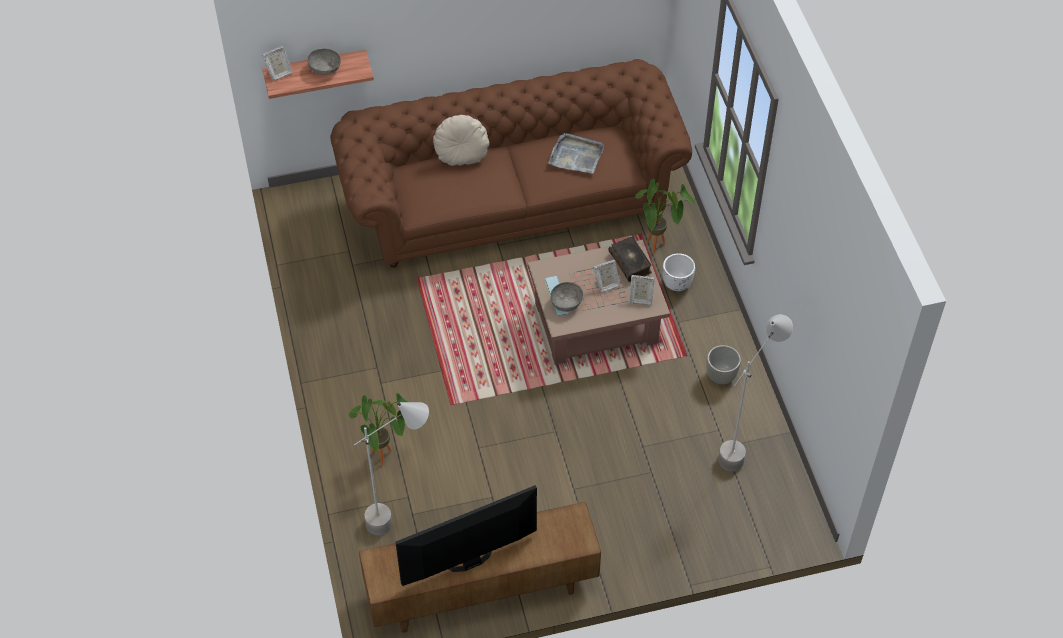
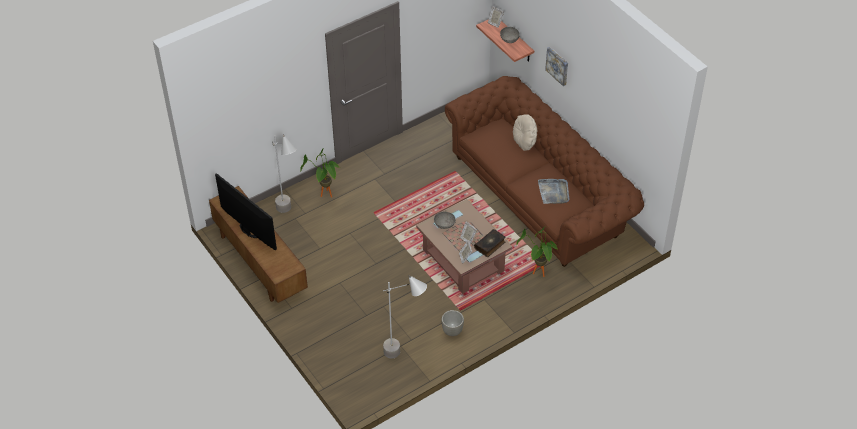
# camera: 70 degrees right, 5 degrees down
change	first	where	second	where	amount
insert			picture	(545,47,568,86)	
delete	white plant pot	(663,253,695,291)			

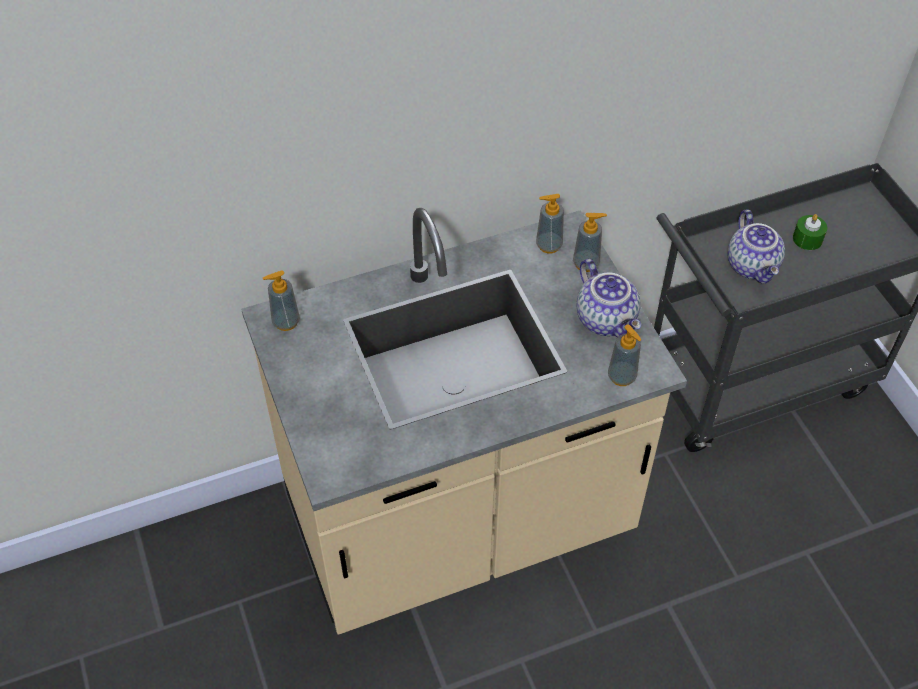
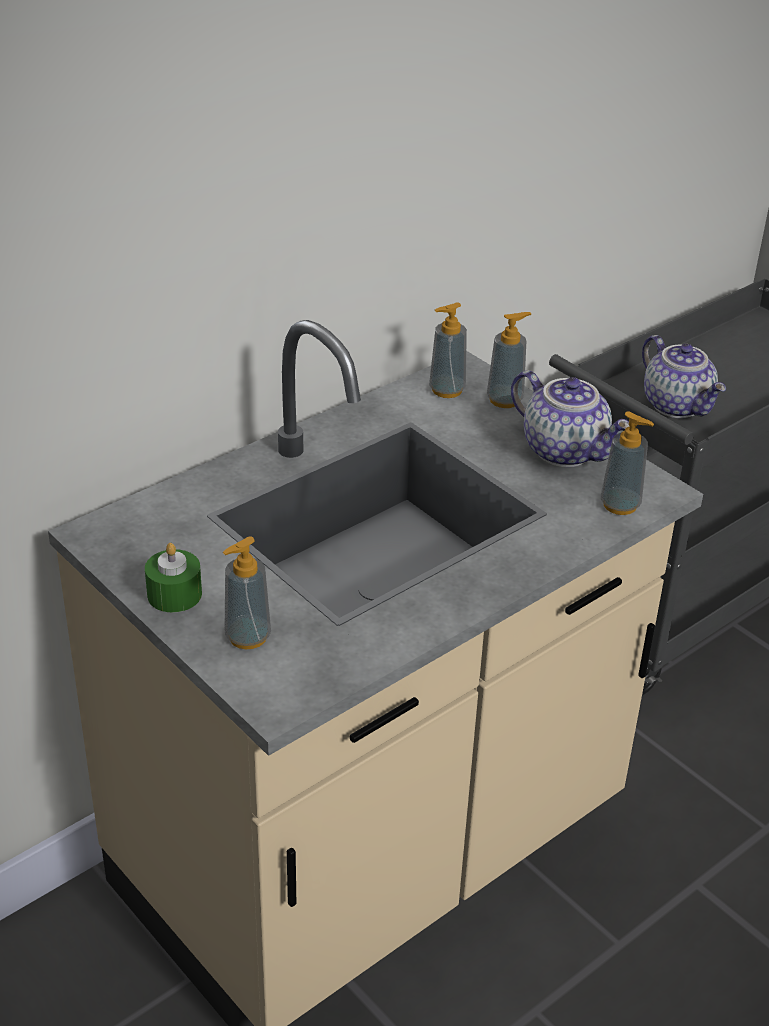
# camera: 20 degrees left, 15 degrees down
change	first	where	second	where	amount
move	greenish wax candle	(793,214,827,250)		(145,543,202,613)	
move	liquid soap bottle	(263,270,300,331)		(223,537,271,649)	

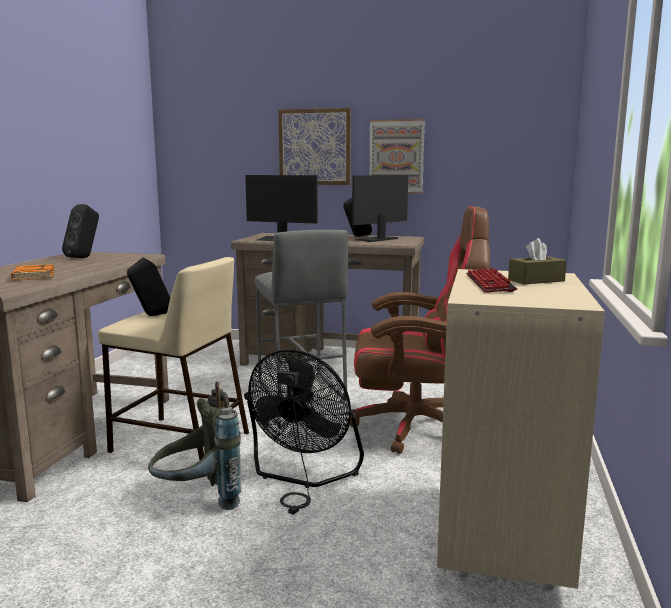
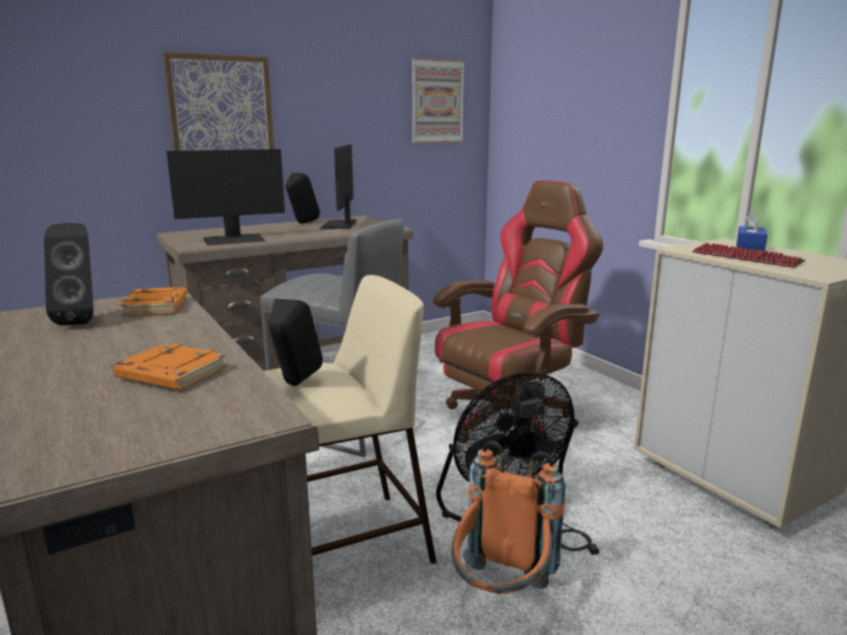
# camera: 45 degrees left, 5 degrees up
change	first	where	second	where	amount
insert			orange book	(120,287,187,315)	
move	picture	(369,119,425,193)		(411,58,465,143)	
recolor	gray rucksack	(148,382,241,510)	orange rucksack	(452,441,565,594)	
recolor	brown tissue box	(508,238,567,284)	blue-coloured tissue box	(736,211,767,252)	

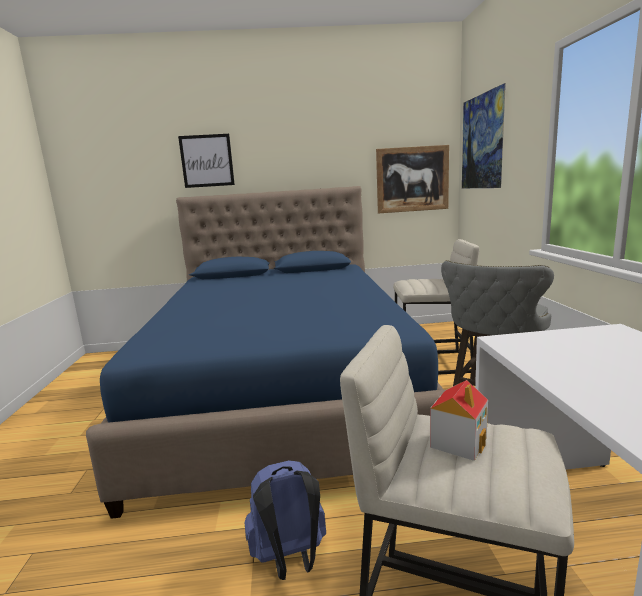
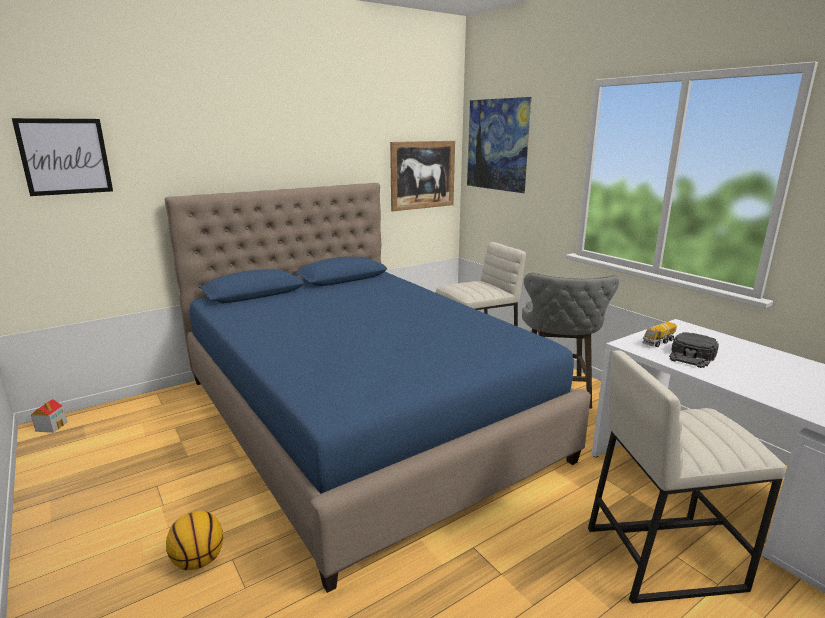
# camera: 30 degrees left, 5 degrees up
change	first	where	second	where	amount
move	picture	(178,134,235,188)		(12,118,113,196)	
move	toy house	(430,380,488,461)		(31,399,67,433)	
insert			basketball	(166,511,223,570)	
insert			toy truck	(642,322,677,347)	
insert			blackish cap	(669,332,719,368)	
delete	blue-coloured rucksack	(245,460,326,580)			

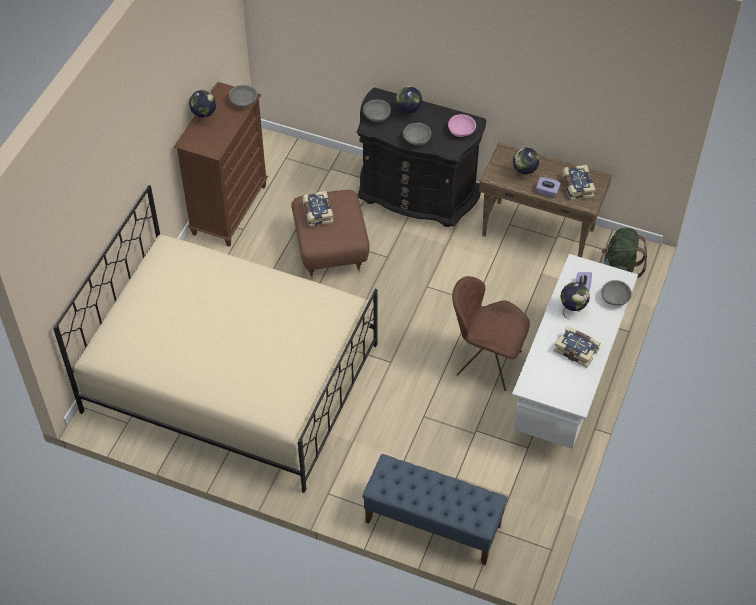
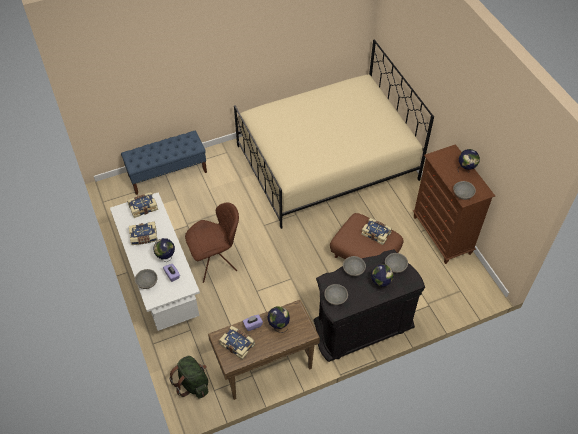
# camera: 135 degrees right, 0 degrees up
change	first	where	second	where	amount
insert			book	(127,192,158,218)	
recolor	pinkish deep dish	(448,114,476,137)	gray deep dish	(324,284,348,305)	

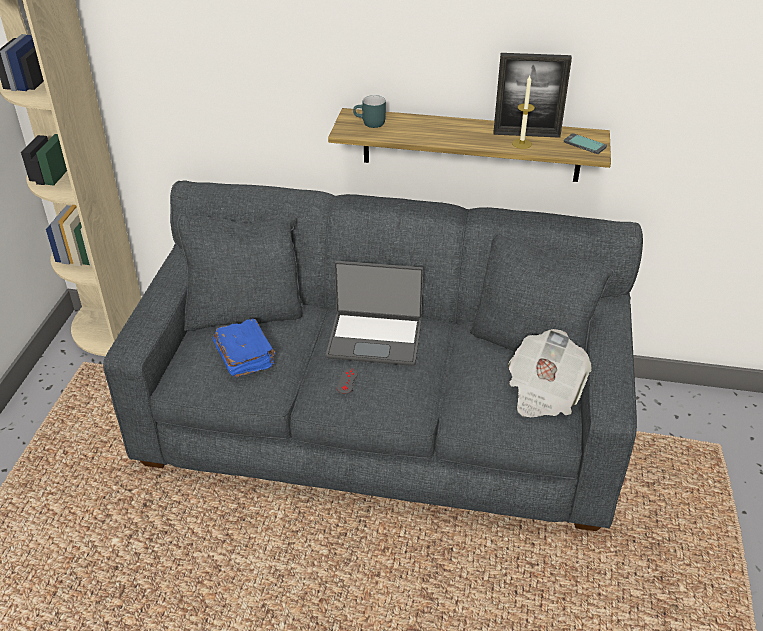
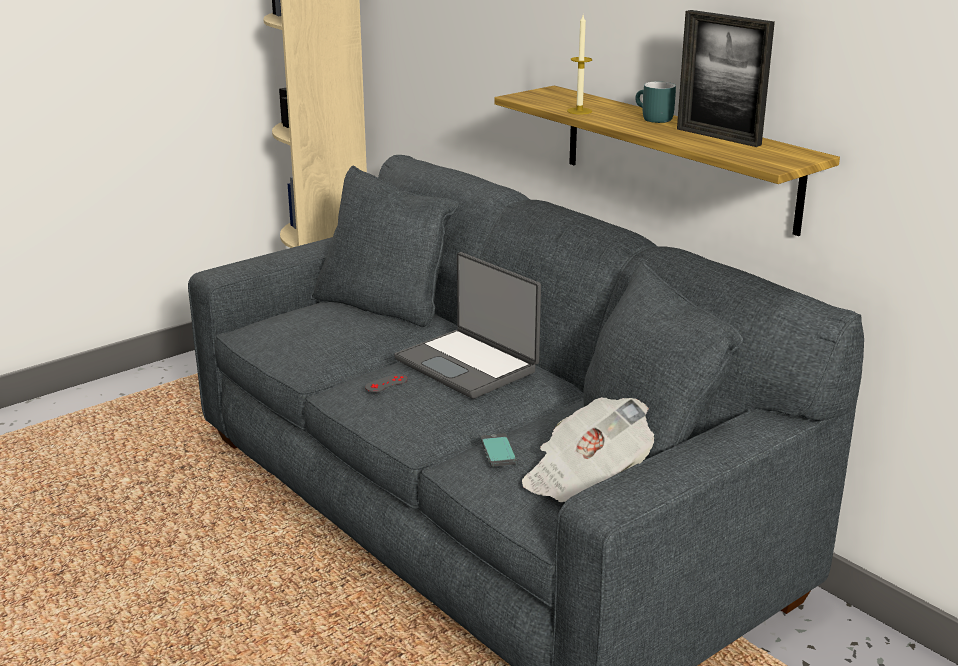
# camera: 40 degrees right, 15 degrees down
change	first	where	second	where	amount
move	phone	(564,133,607,154)		(481,433,517,467)	
move	wax candle	(512,76,535,149)		(567,15,592,114)	
move	blue-green tea mug	(353,95,386,128)		(635,81,676,123)	
delete	blue-coloured book	(213,319,276,377)			

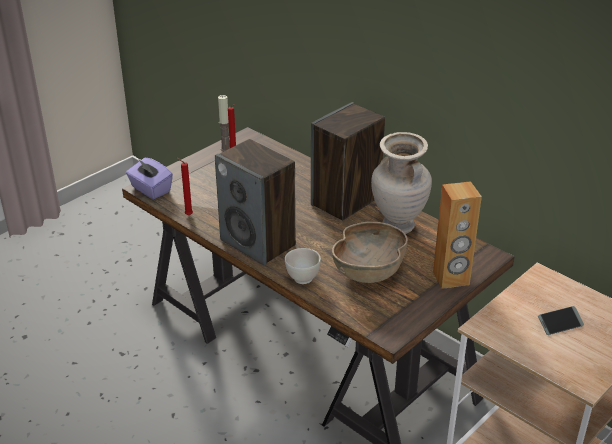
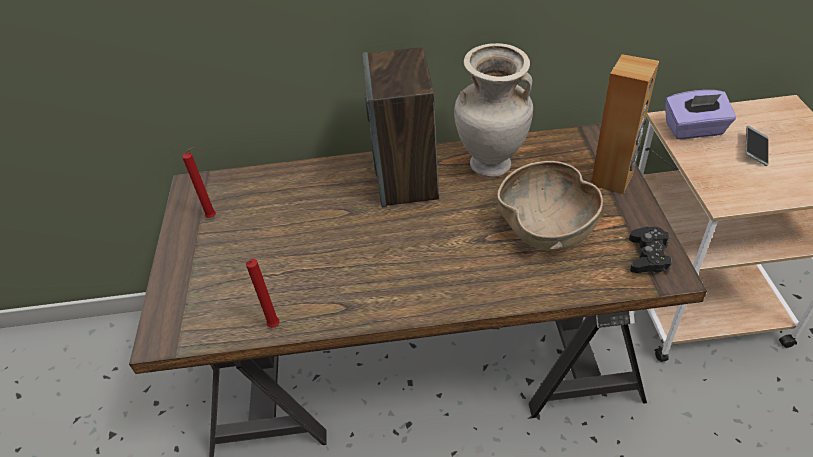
# camera: 45 degrees left, 10 degrees up
change	first	where	second	where	amount
insert			blackish game controller	(629,227,672,273)	
move	purple tissue box	(126,158,173,199)		(665,90,736,139)	
delete	speaker	(215,139,296,266)			
delete	wax candle	(218,95,230,151)			
delete	white deep dish	(285,248,321,284)			

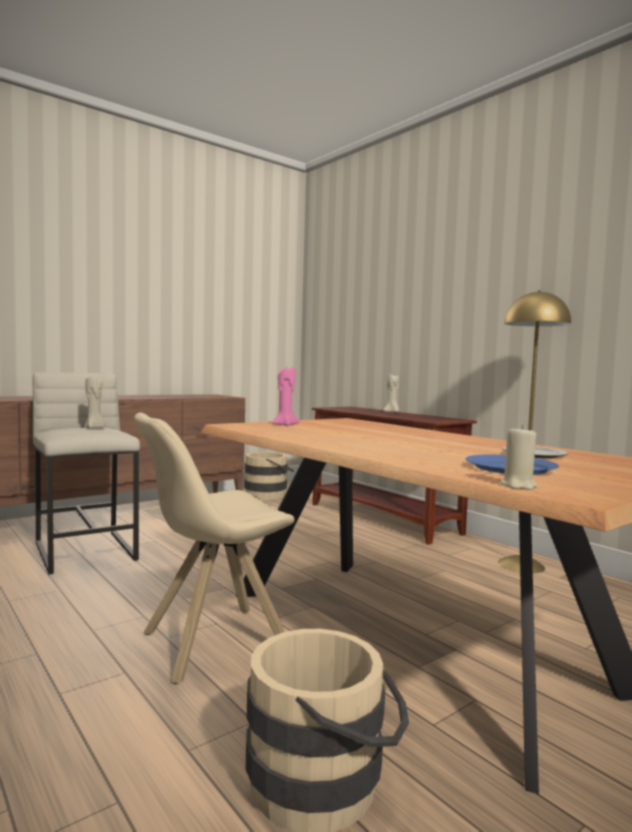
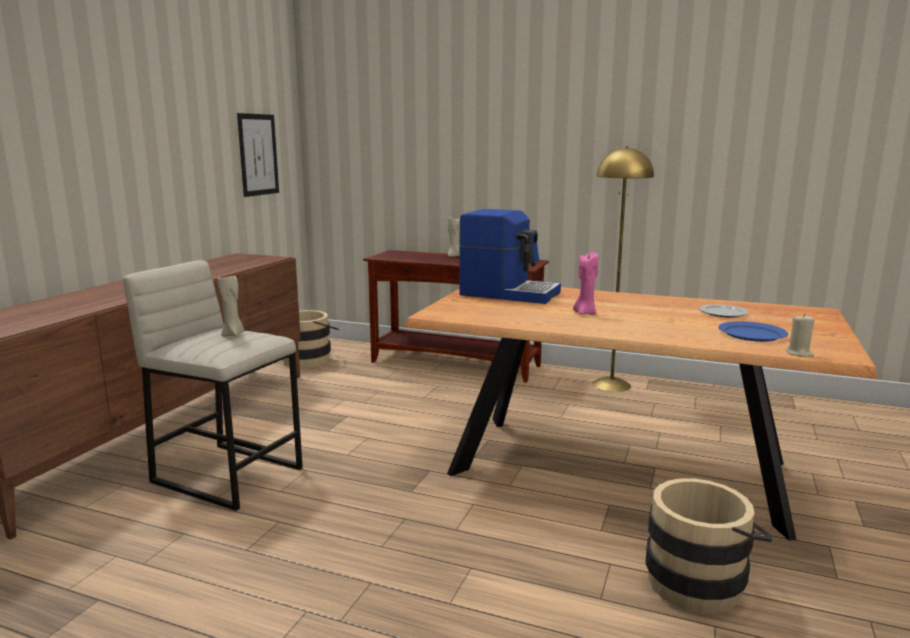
# camera: 30 degrees left, 10 degrees up
change	first	where	second	where	amount
insert			picture	(237,113,279,197)	
insert			coffee maker	(459,209,561,304)	
move	pinkish wax candle	(272,365,299,426)		(573,252,598,315)	
delete	beige chair	(134,413,294,684)			

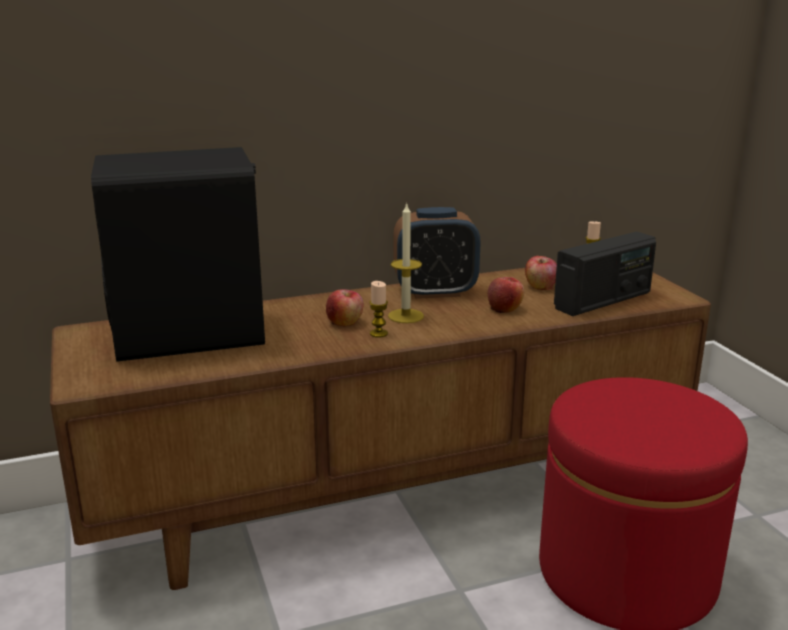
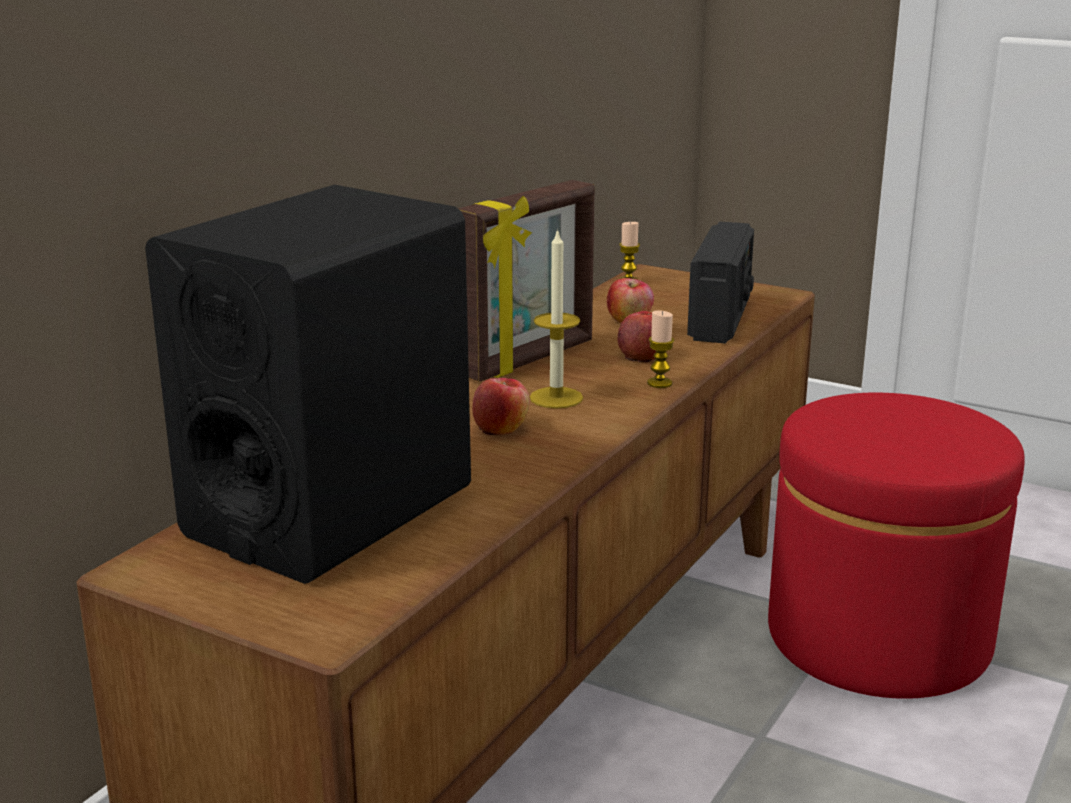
# camera: 40 degrees left, 0 degrees up
change	first	where	second	where	amount
replace	bedside clock	(393,207,481,299)	picture frame	(458,180,595,382)	
move	wax candle	(369,281,388,338)		(647,310,674,388)	

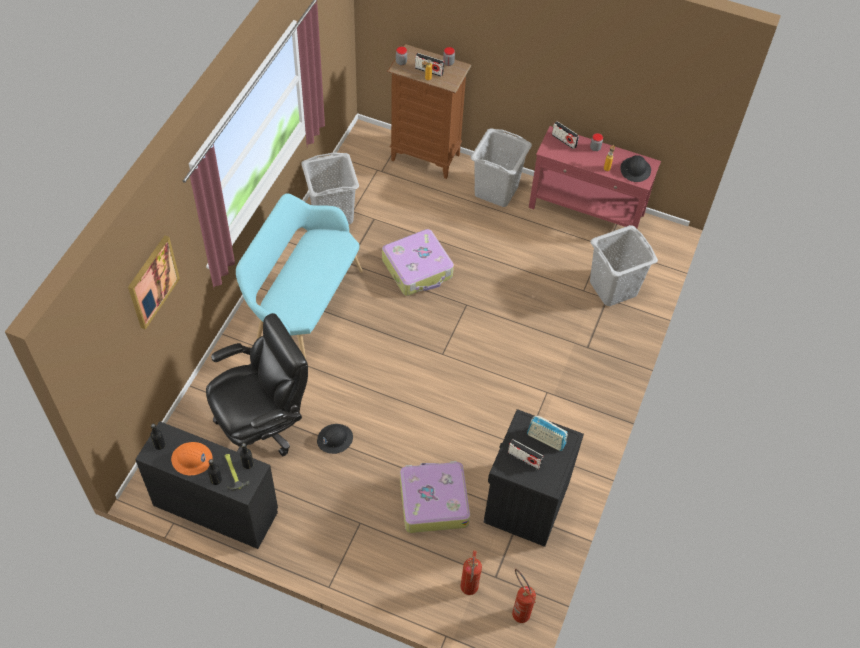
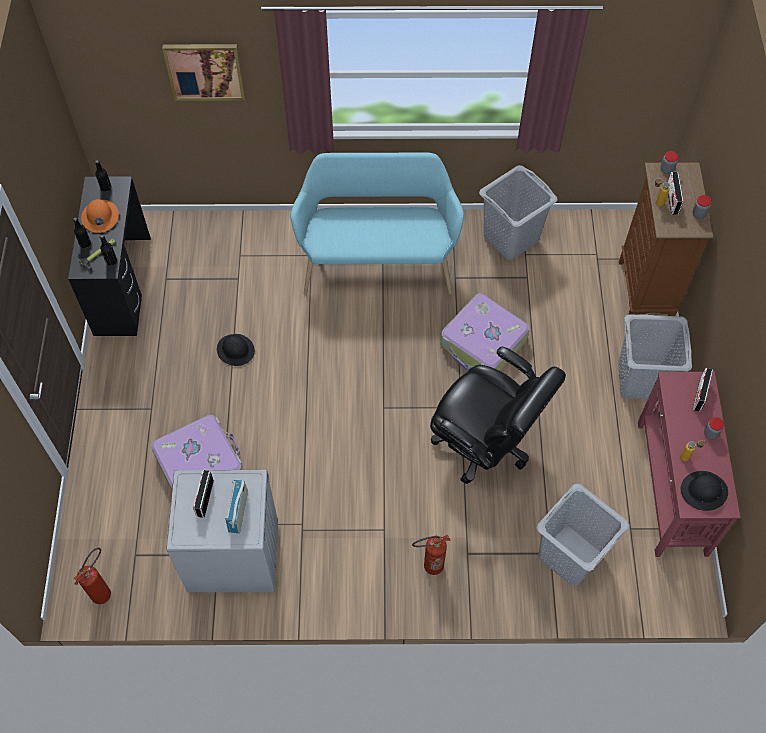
# camera: 70 degrees right, 5 degrees up
change	first	where	second	where	amount
recolor	blackish laundry machine	(483,409,584,547)	white laundry machine	(166,470,278,592)	
move	fire extinguisher	(461,550,482,595)		(412,534,451,575)	
move	blackish computer chair	(206,313,308,456)		(430,347,566,484)	

